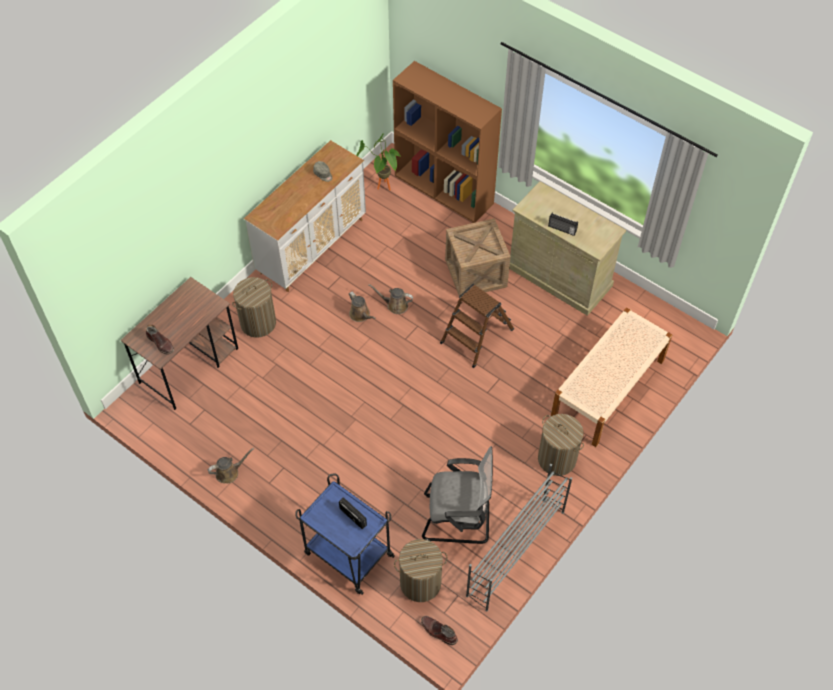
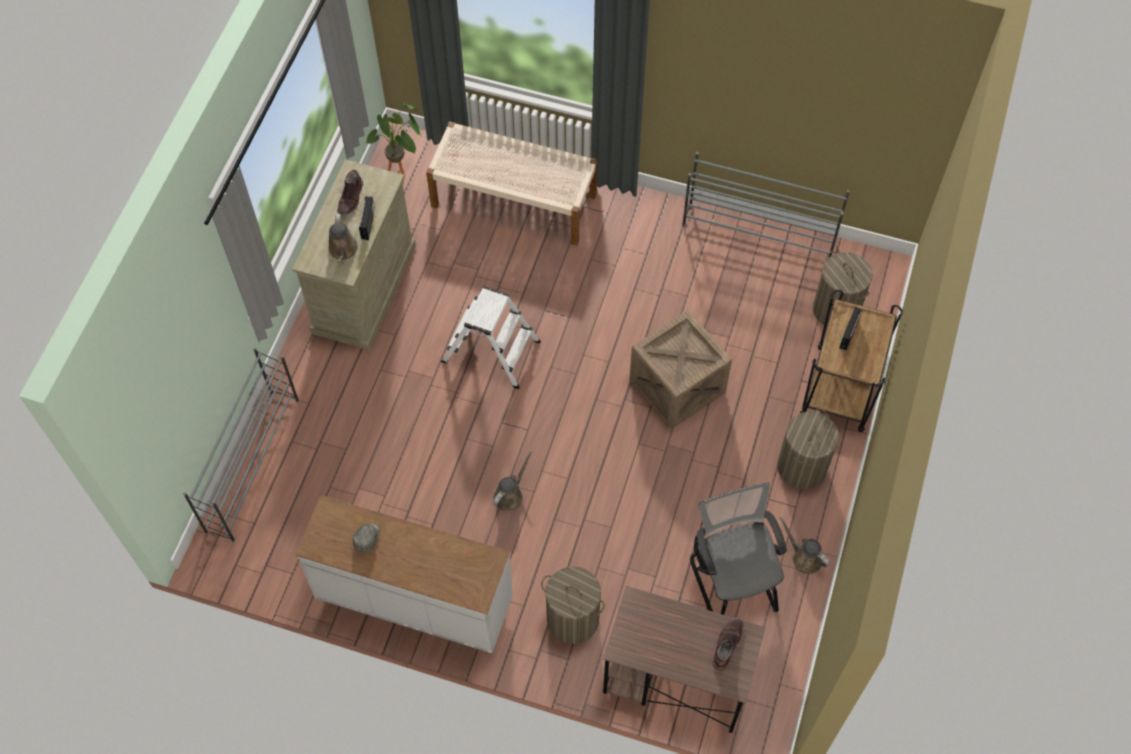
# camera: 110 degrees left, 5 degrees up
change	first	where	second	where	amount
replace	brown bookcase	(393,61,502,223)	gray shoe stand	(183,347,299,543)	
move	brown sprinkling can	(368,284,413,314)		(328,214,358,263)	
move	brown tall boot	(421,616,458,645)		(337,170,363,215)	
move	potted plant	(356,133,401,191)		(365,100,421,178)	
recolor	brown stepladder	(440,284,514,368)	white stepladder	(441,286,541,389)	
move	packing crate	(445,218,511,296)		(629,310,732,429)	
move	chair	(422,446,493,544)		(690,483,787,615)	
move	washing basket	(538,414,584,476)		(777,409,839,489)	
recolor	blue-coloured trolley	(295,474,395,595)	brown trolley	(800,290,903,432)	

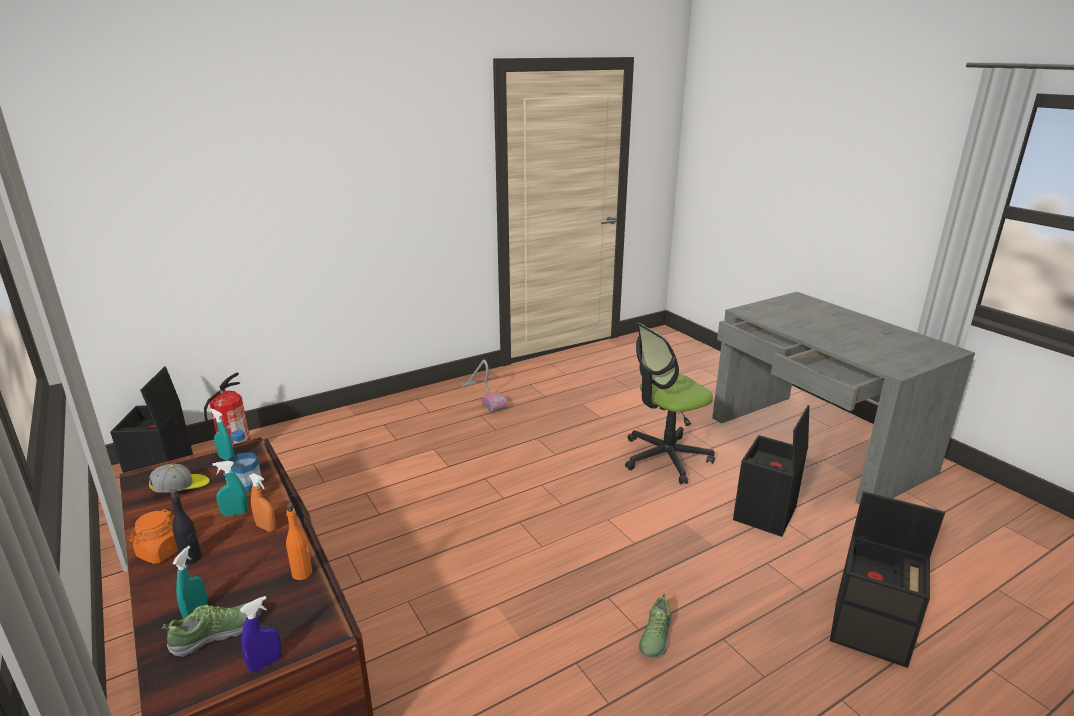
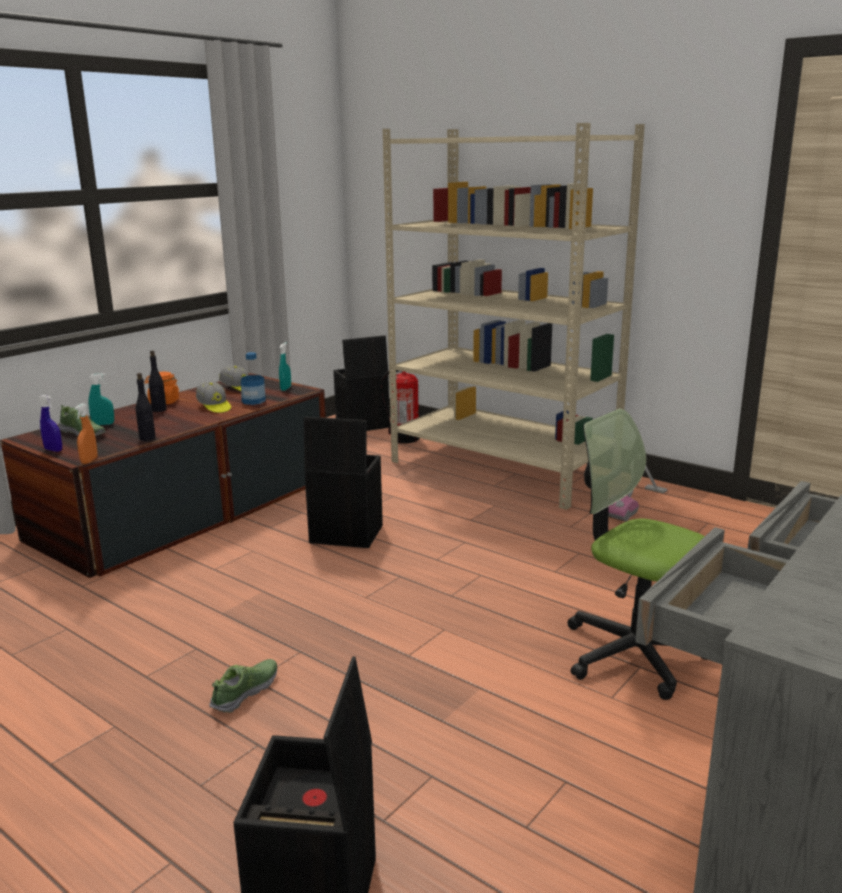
# camera: 70 degrees right, 5 degrees down
change	first	where	second	where	amount
move	orange spray bottle	(249,473,276,532)		(74,403,98,464)	
recolor	orange bottle	(286,503,312,580)	blackish bottle	(136,373,156,441)	
replace	blue-green spray bottle	(212,461,248,516)	cap	(196,381,231,413)	
rotate	low shoe	(638,593,672,658)		(209,659,277,713)	120 degrees clockwise
move	blackish storage container	(733,405,809,537)		(304,417,383,548)	
insert			beige bookcase	(383,123,645,510)	

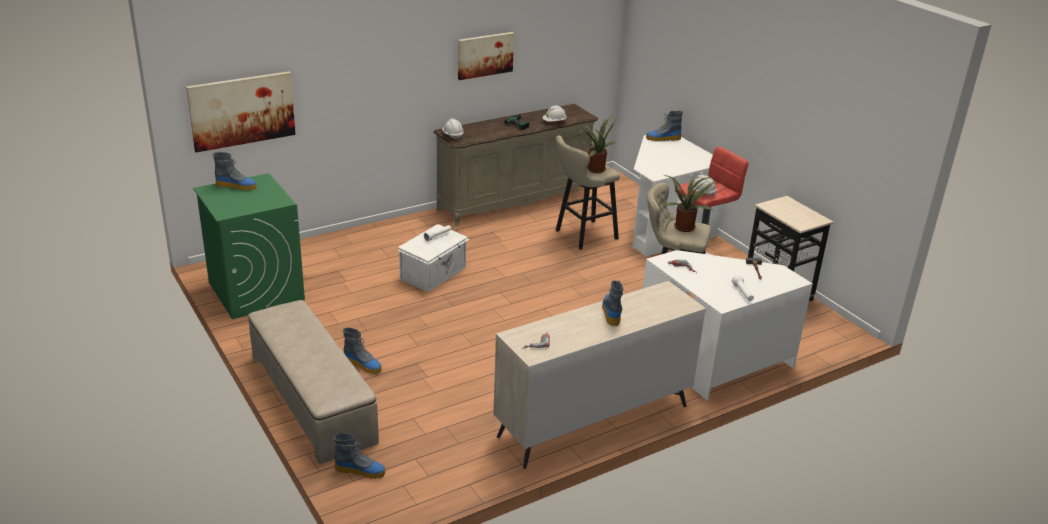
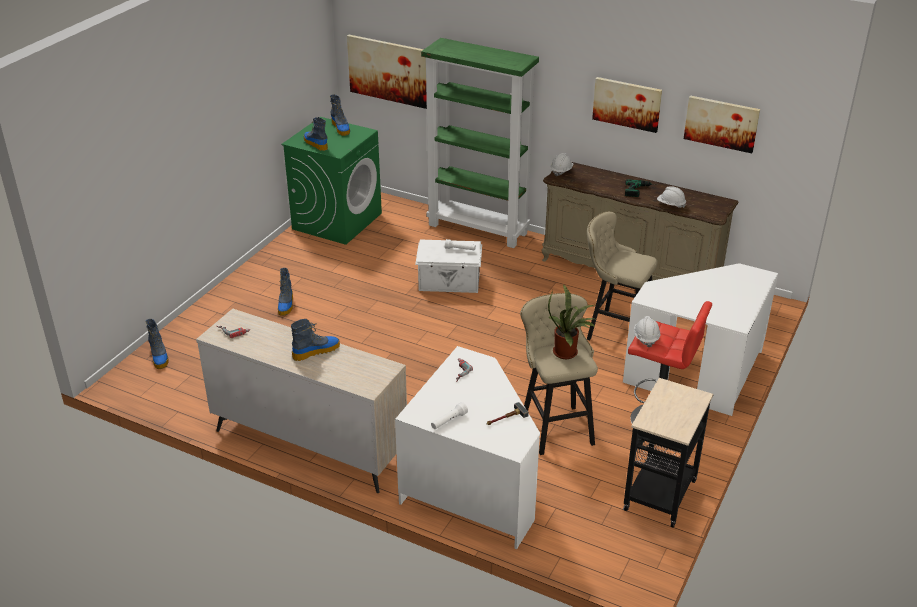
# camera: 60 degrees right, 5 degrees up
change	first	where	second	where	amount
move	tall boot	(646,111,683,142)		(304,117,328,151)	
insert			greenish bookcase	(421,38,539,248)	
insert			picture	(684,95,760,153)	
delete	beige indoor bench	(248,300,379,464)			
delete	potted plant	(579,115,616,173)			

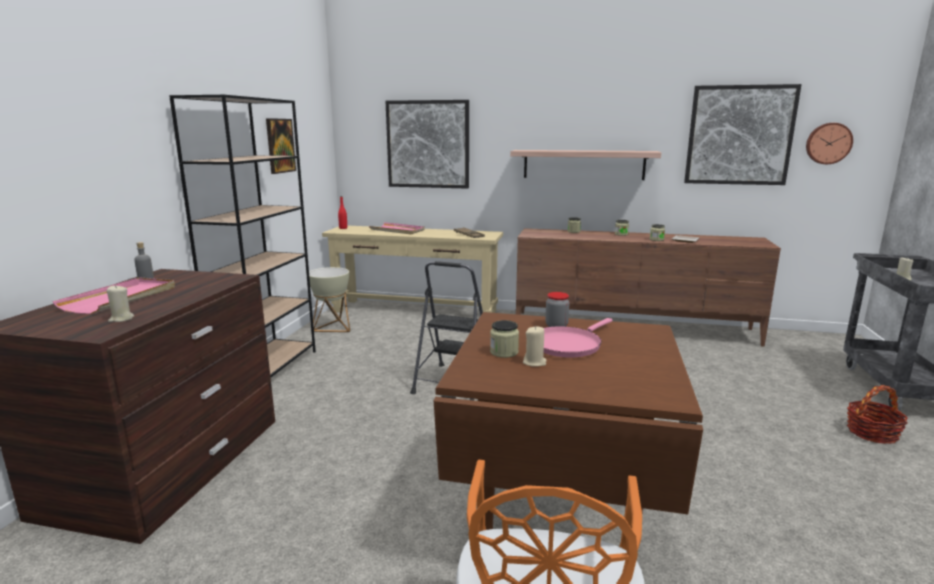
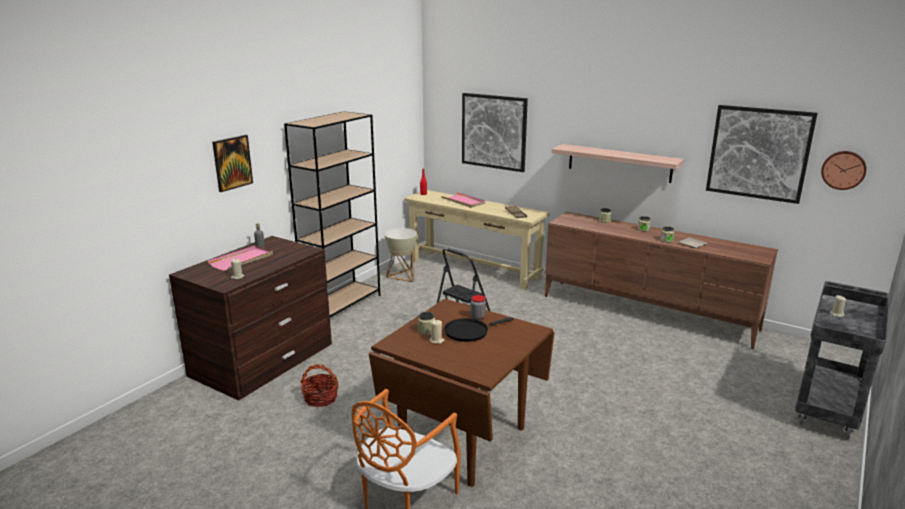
# camera: 20 degrees right, 5 degrees up
change	first	where	second	where	amount
move	picture	(266,118,296,174)		(212,135,253,192)	
move	household basket	(847,385,908,444)		(300,364,338,407)	
recolor	pinkish skillet	(544,318,612,358)	blackish skillet	(444,317,514,342)	

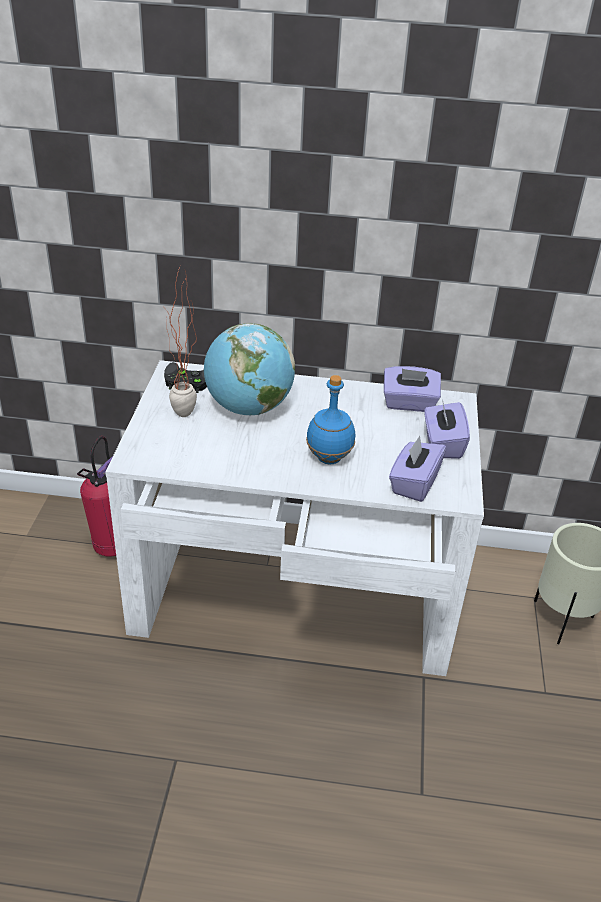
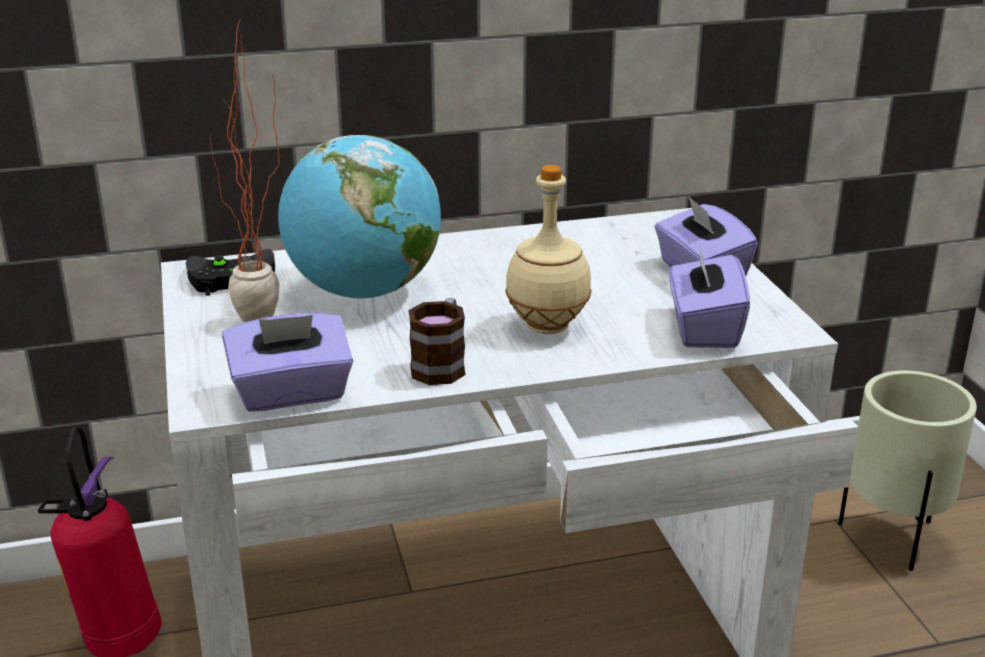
# camera: 20 degrees left, 10 degrees down
change	first	where	second	where	amount
move	purple tissue box	(384,366,441,412)		(222,313,353,412)	
insert			tea mug	(408,298,465,385)	
recolor	blue-coloured bottle	(306,375,355,464)	beige bottle	(505,165,591,334)	

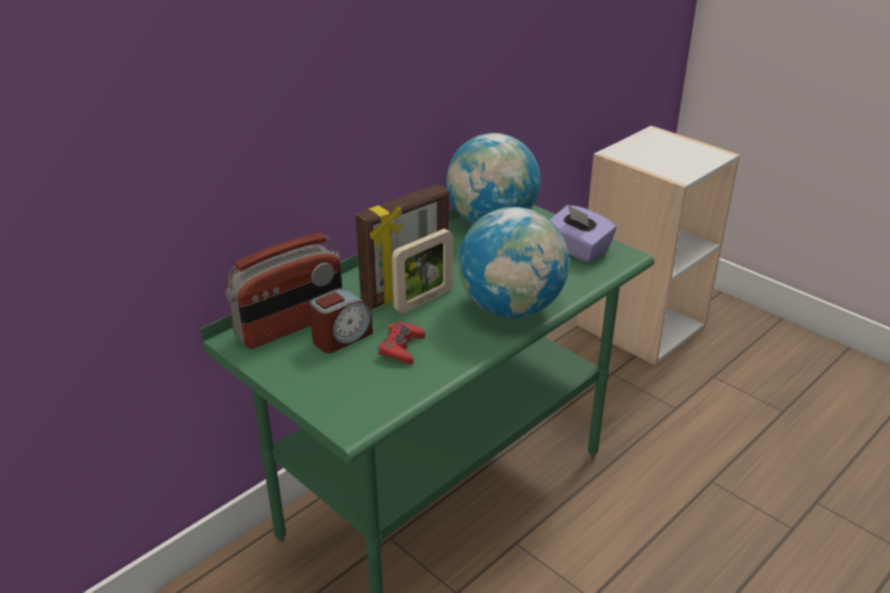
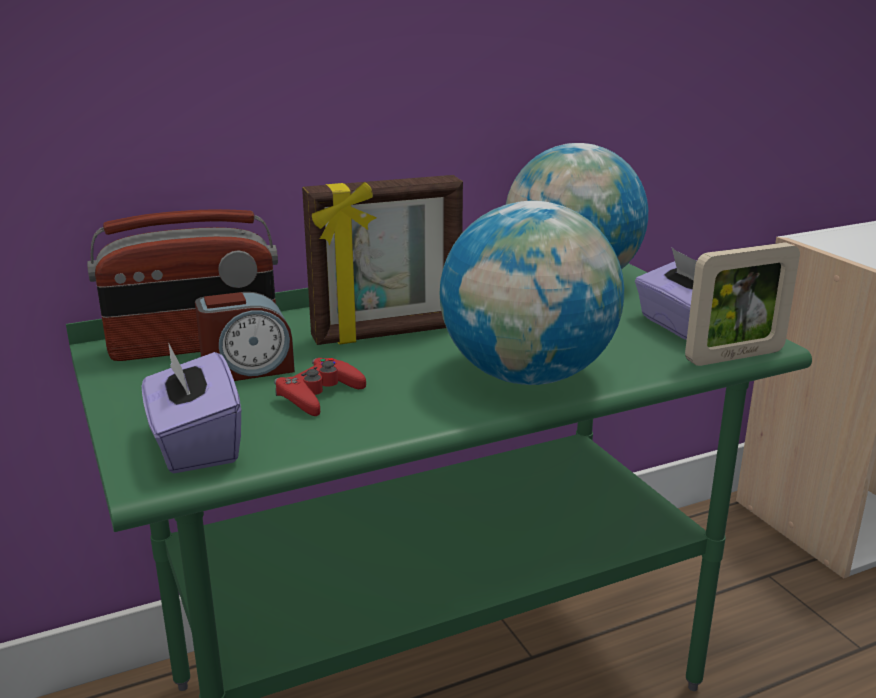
# camera: 20 degrees right, 10 degrees down
change	first	where	second	where	amount
insert			purple tissue box	(142,344,241,473)	
move	picture frame	(392,229,453,314)		(685,243,800,366)	

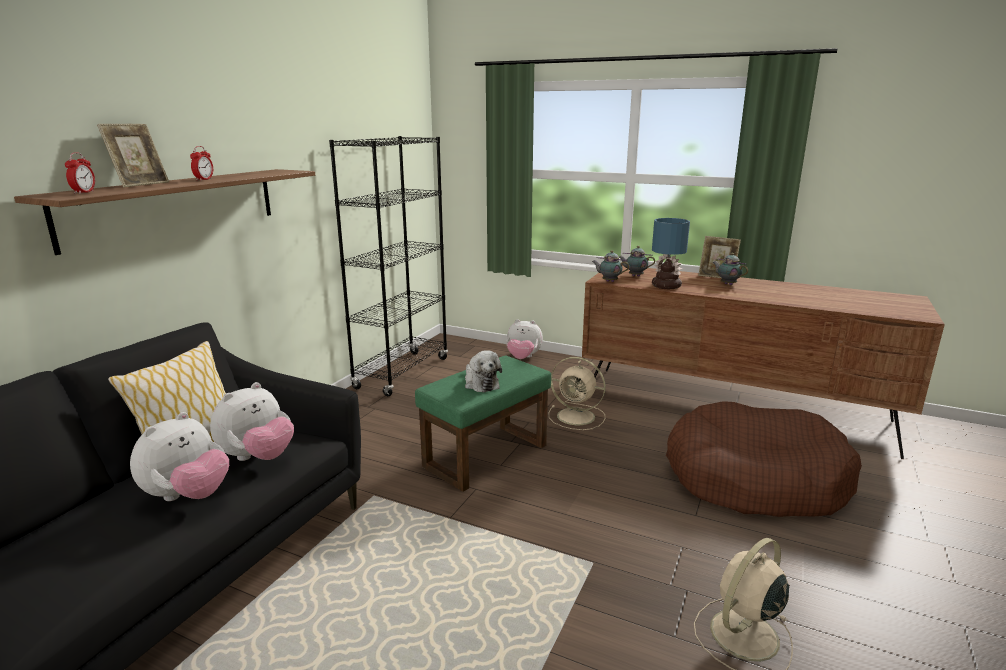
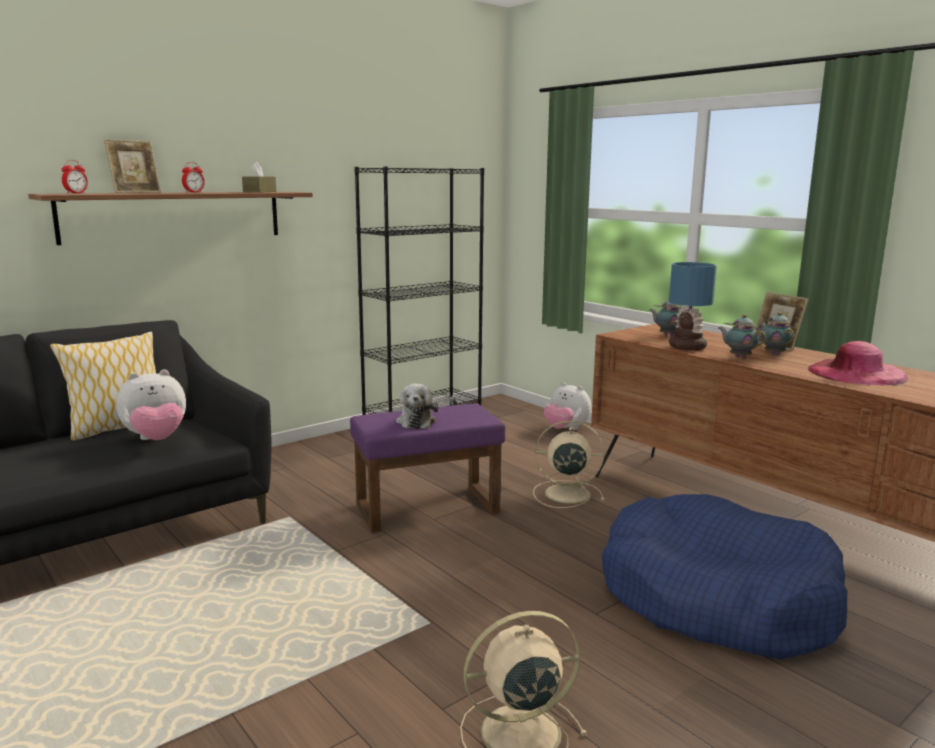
# camera: 25 degrees right, 5 degrees down
change	first	where	second	where	amount
insert			brown tissue box	(242,162,276,193)	
recolor	greenish ottoman	(415,356,551,492)	purple ottoman	(350,404,505,533)	
rotate	beige fan	(548,357,606,430)		(533,420,604,508)	135 degrees clockwise
recolor	brown dog cushion	(666,401,862,517)	blue-coloured dog cushion	(602,494,847,660)	
move	teapot	(592,250,629,282)		(718,314,767,358)	
insert			pinkish hat	(808,341,908,385)	
delete	cuddly toy	(130,412,229,501)			

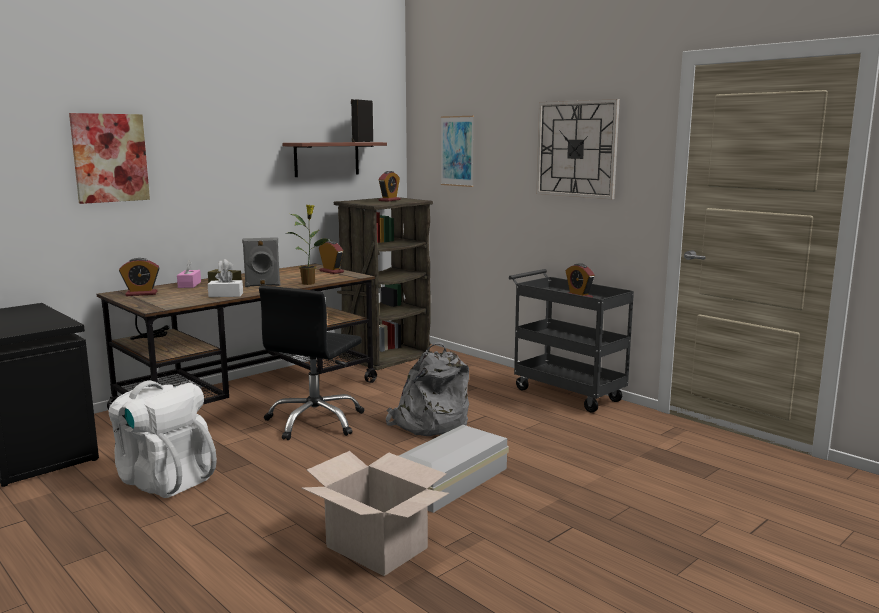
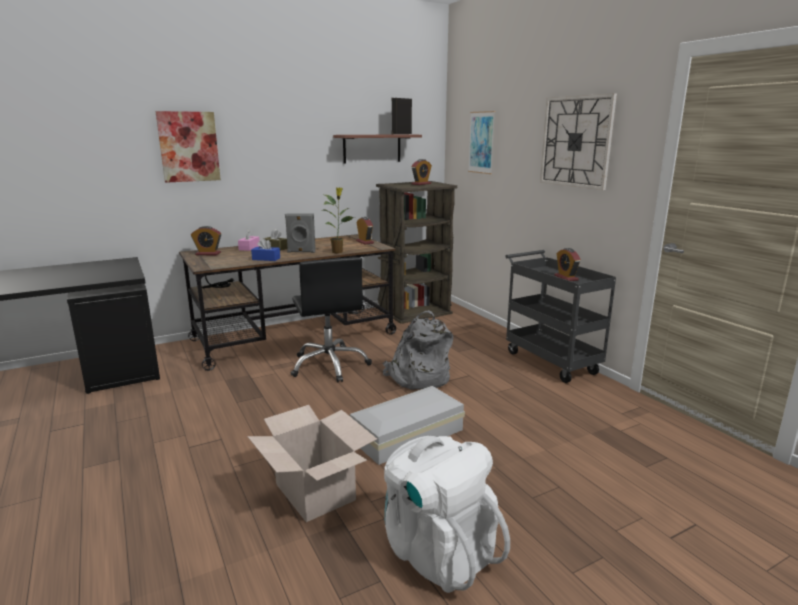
# camera: 15 degrees right, 5 degrees up
change	first	where	second	where	amount
recolor	white tissue box	(208,269,243,297)	blue-coloured tissue box	(251,238,280,261)	
rotate	blackish computer chair	(259,286,365,440)		(290,257,372,383)	60 degrees counterclockwise
move	white rucksack	(108,381,217,498)		(384,436,510,593)	

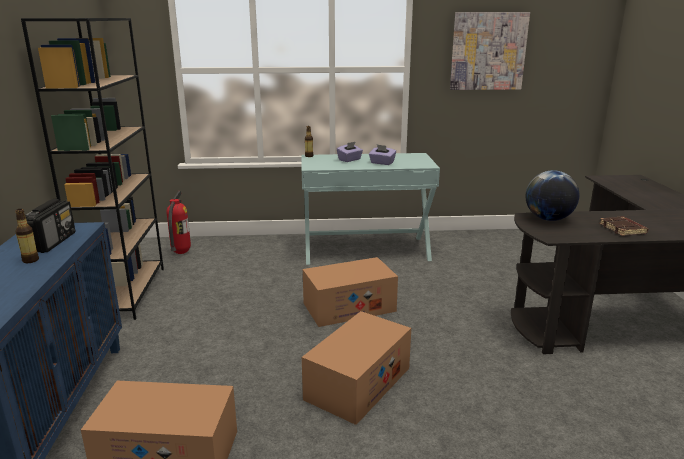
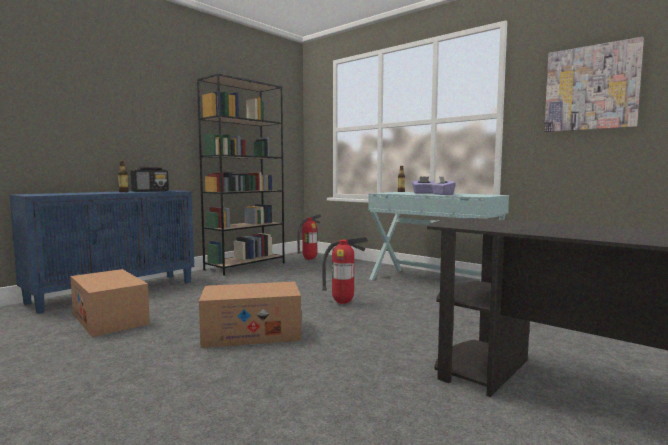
# camera: 45 degrees right, 15 degrees down
change	first	where	second	where	amount
replace	packing box	(303,257,398,327)	fire extinguisher	(322,237,368,304)	
delete	globe	(526,170,579,221)			
delete	brown book	(599,216,648,236)			

